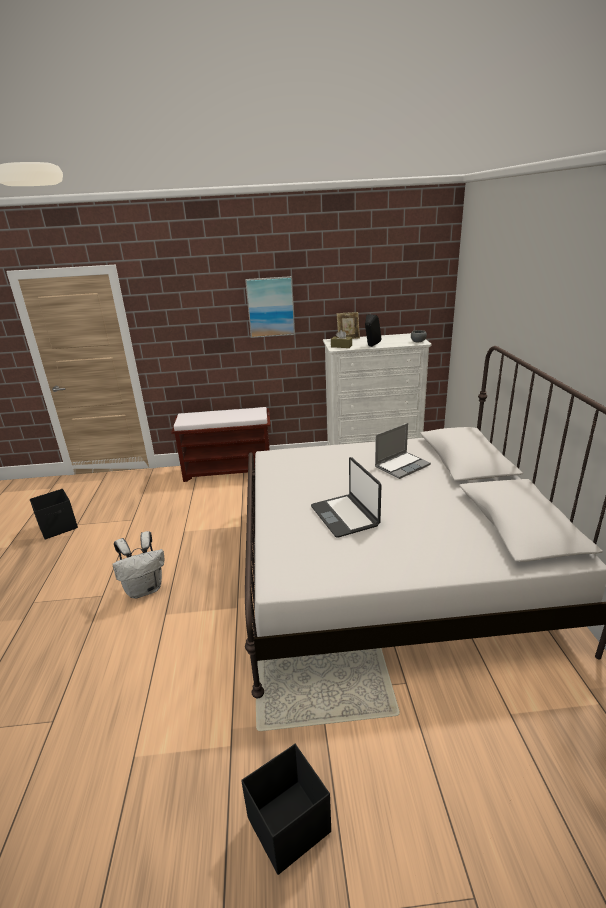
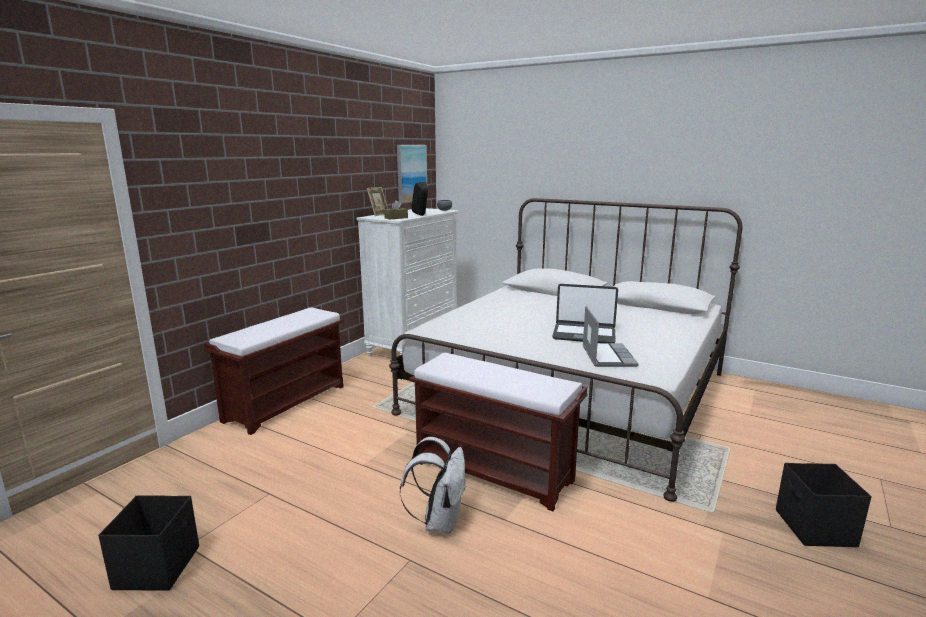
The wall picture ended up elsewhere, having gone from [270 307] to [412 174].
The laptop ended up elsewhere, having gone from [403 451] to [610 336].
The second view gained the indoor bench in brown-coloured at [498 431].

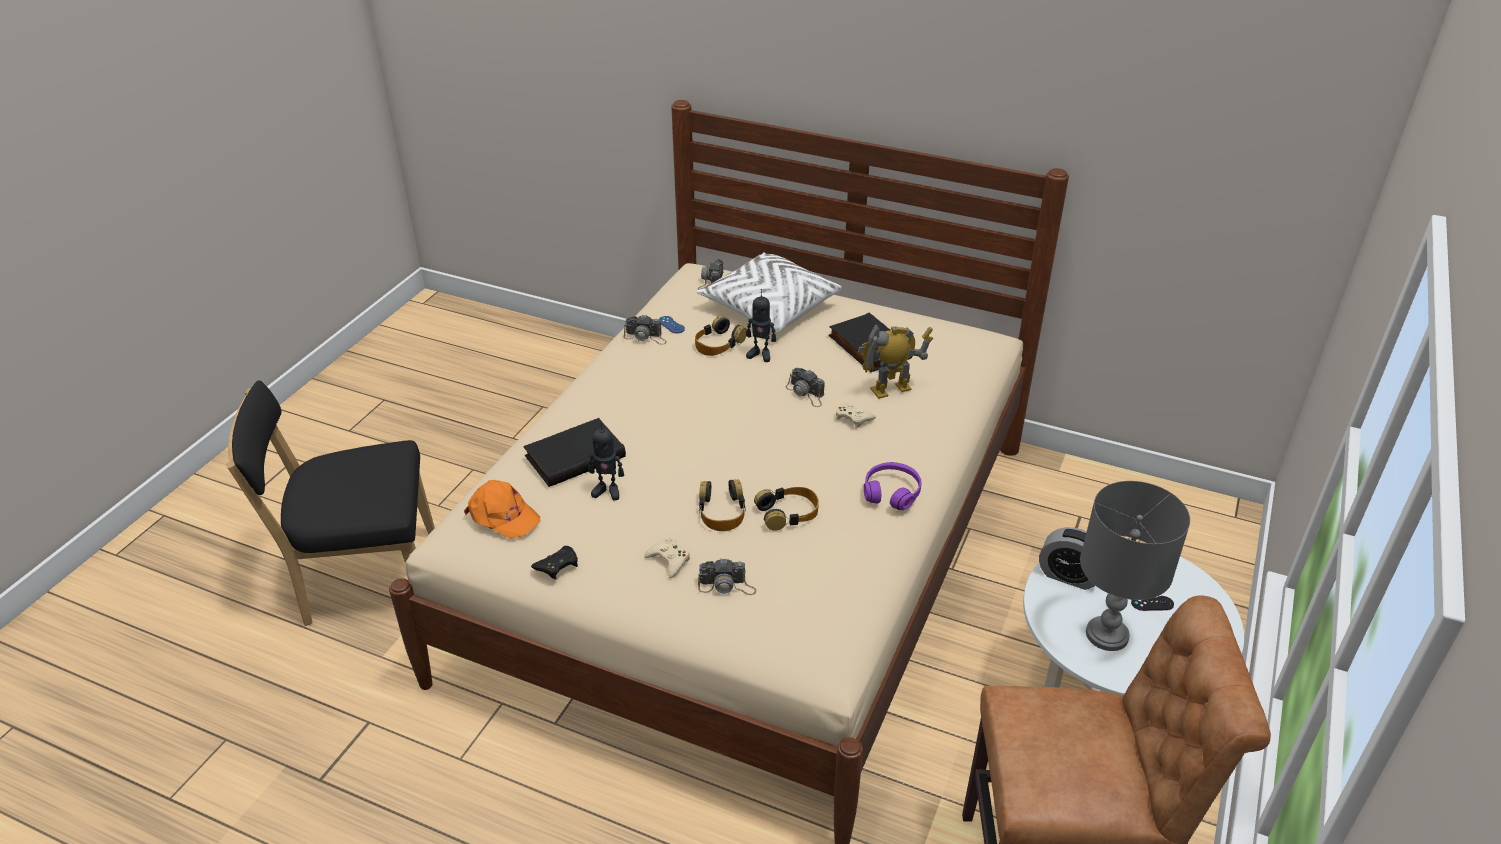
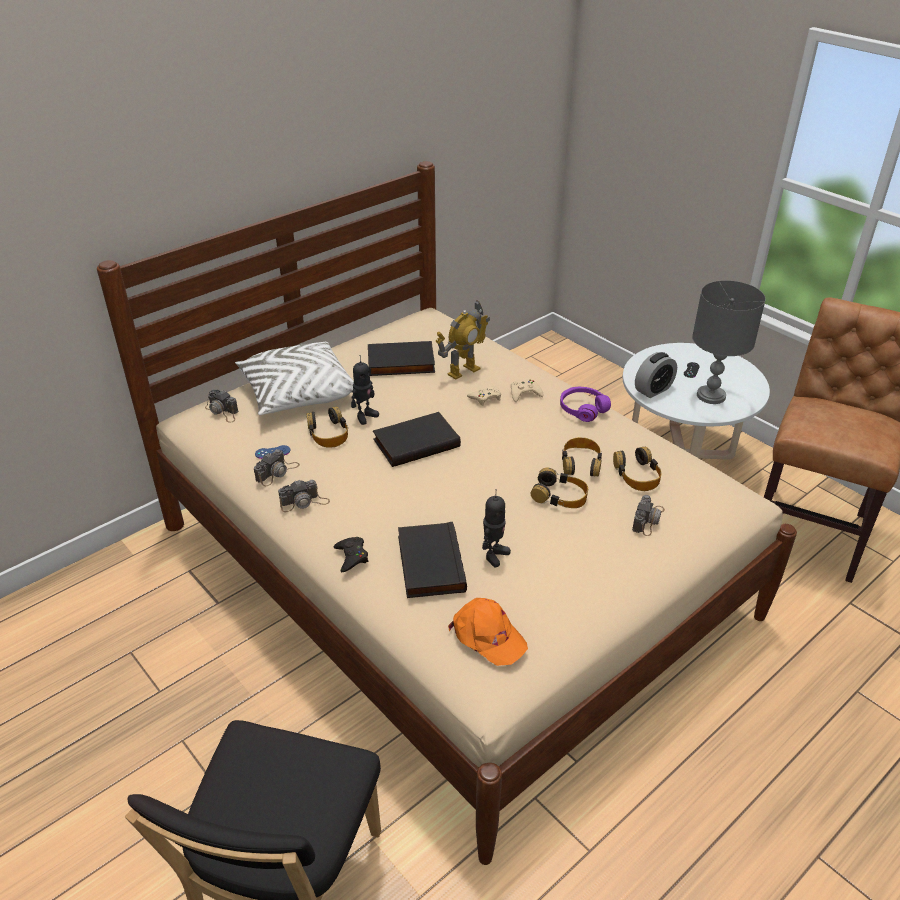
The peaked cap in orange at [502 509] ended up facing another way, 75 degrees clockwise from before.
The joypad in black-coloured ended up elsewhere, having gone from [554 563] to [351 554].
The joypad in sand-coloured ended up elsewhere, having gone from [667 558] to [527 390].
The still camera ended up elsewhere, having gone from [805 387] to [304 496].
The model robot at [895 361] ended up facing another way, 135 degrees counterclockwise from before.
The second view gained the bound book in black-coloured at [417 439].
The second view gained the headphones at [637 469].

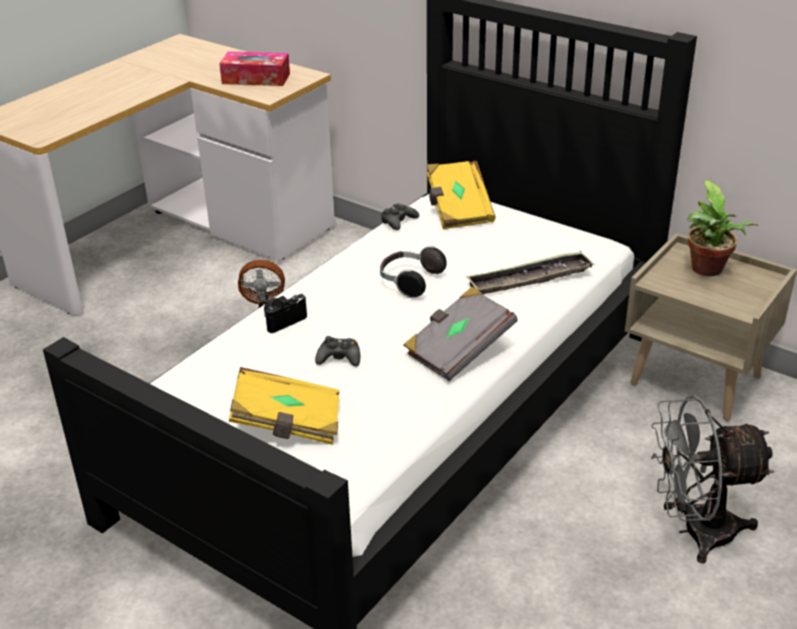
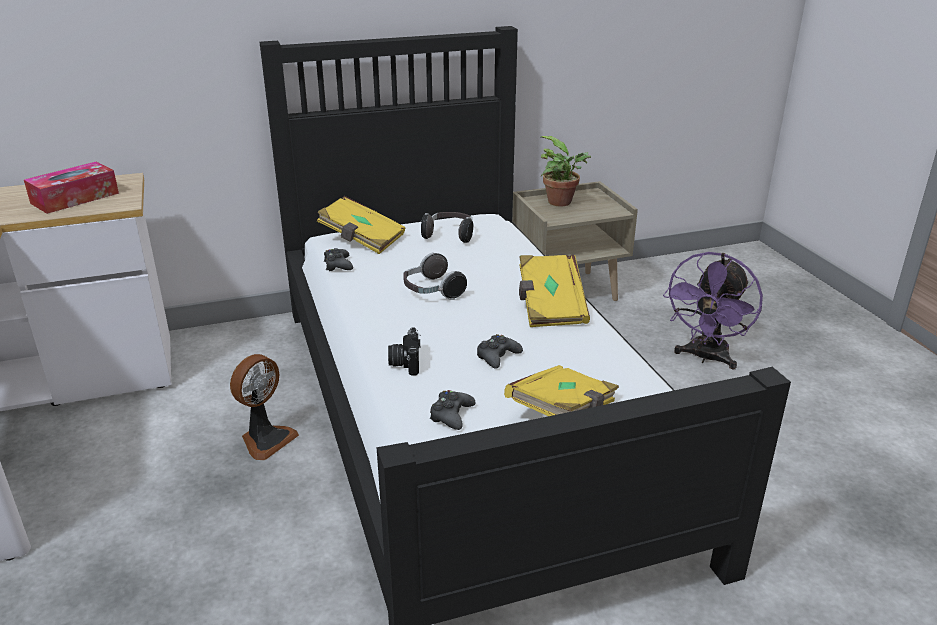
What was the bound book in greyish at [460 334] turned into the bound book in yellow at [554 291].
The second view lost the tray at [530 273].
What was the electric fan in greyish at [712 479] turned into the electric fan in purple at [713 311].
The second view gained the headphones at [447 227].
The second view gained the joypad in black-coloured at [452 410].

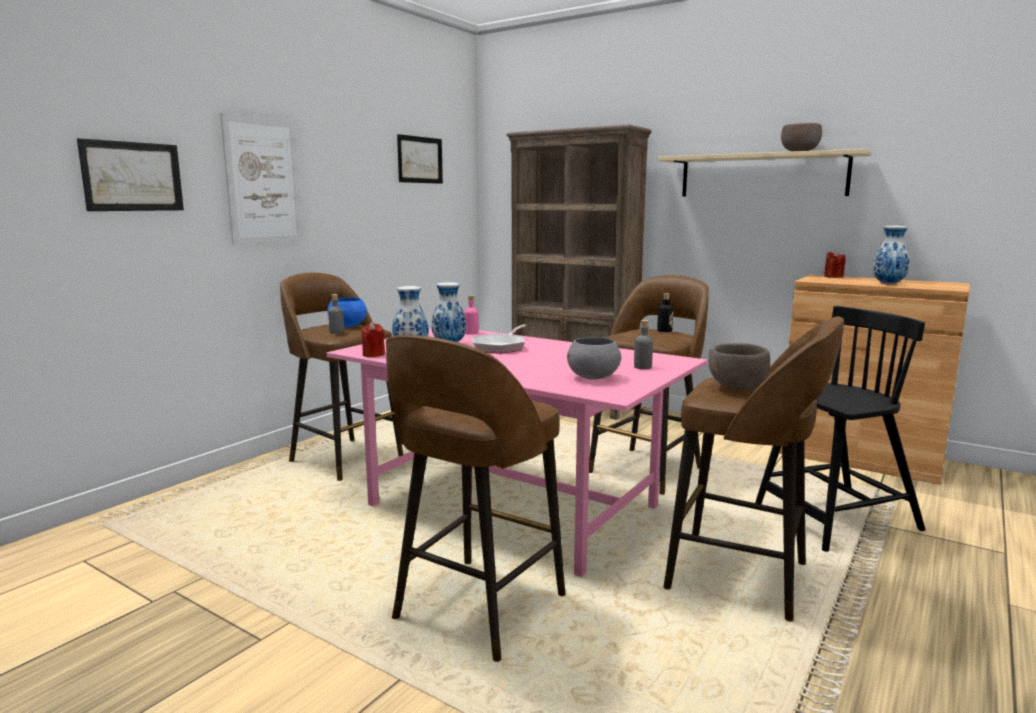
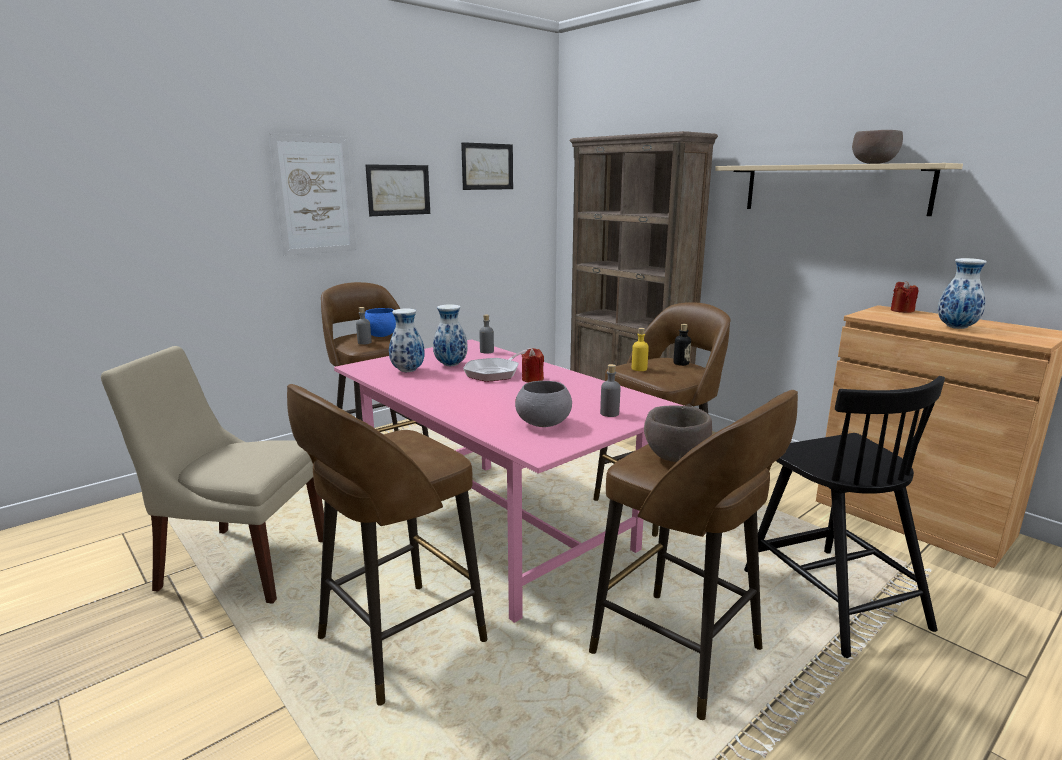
The wall picture ended up elsewhere, having gone from [130 174] to [397 190].
The wax candle in red ended up elsewhere, having gone from [373 339] to [532 365].
What was the beverage bottle in pink at [471 315] turned into the beverage bottle in greyish at [487 334].
The upright chair in black-coloured at [840 429] ended up facing another way, 75 degrees clockwise from before.
The second view gained the upright chair in sand-coloured at [212 475].
The second view gained the beverage bottle in yellow at [640 349].

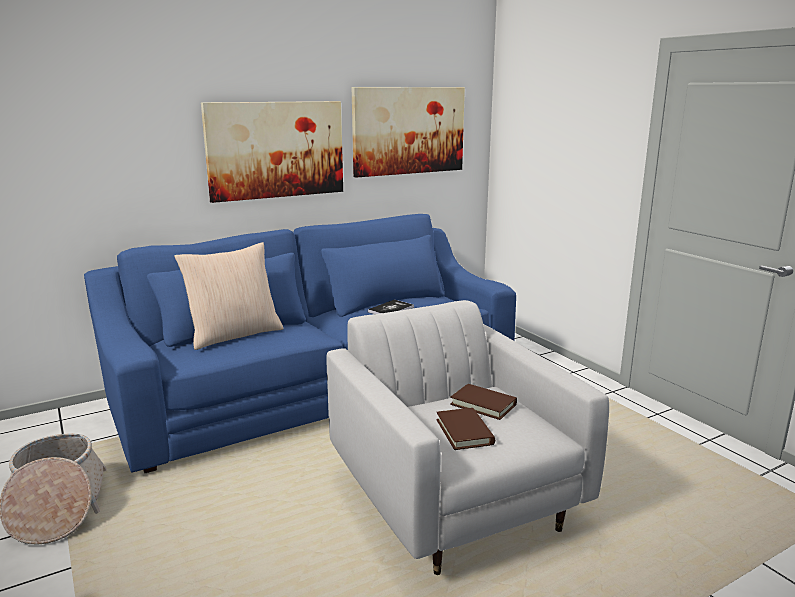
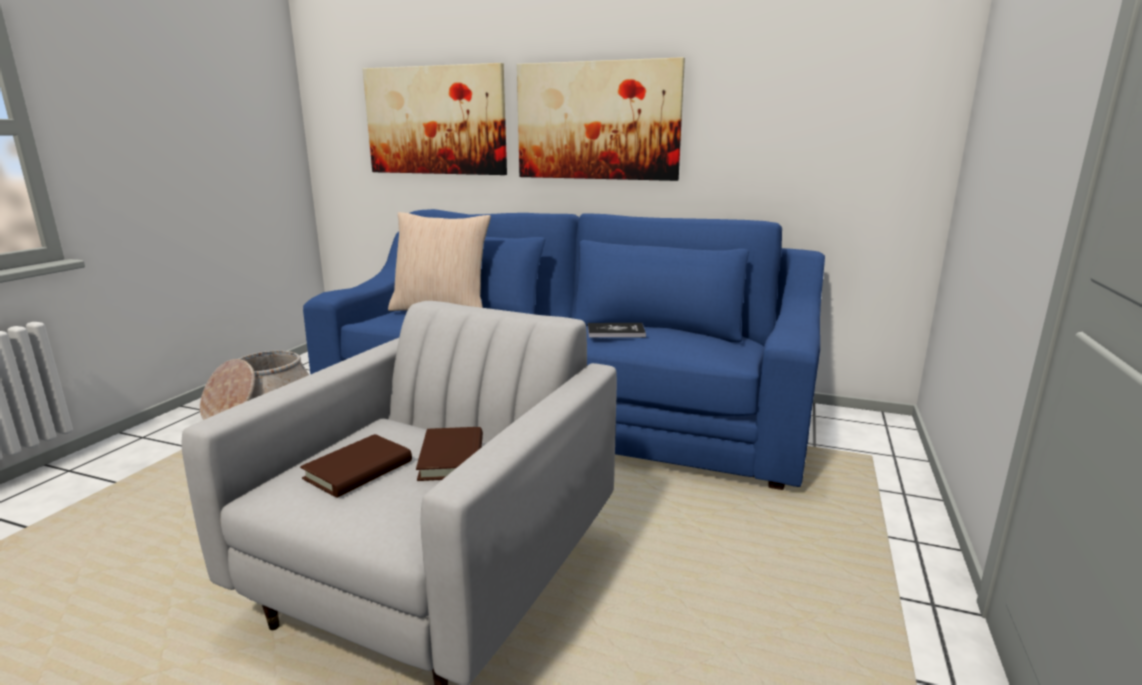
The wall picture ended up elsewhere, having gone from [408 132] to [435 119].

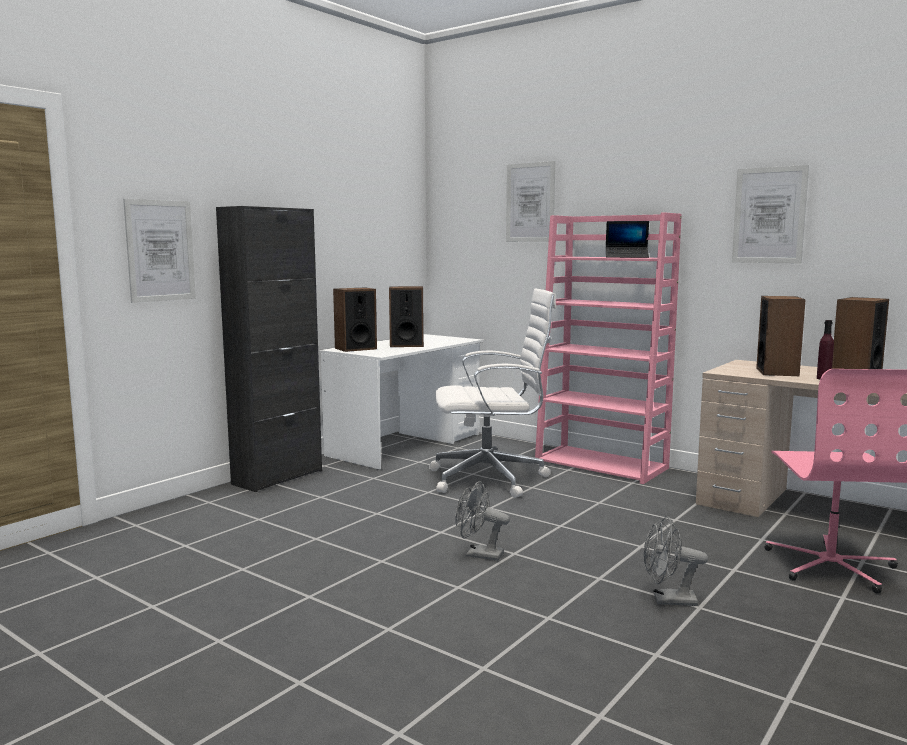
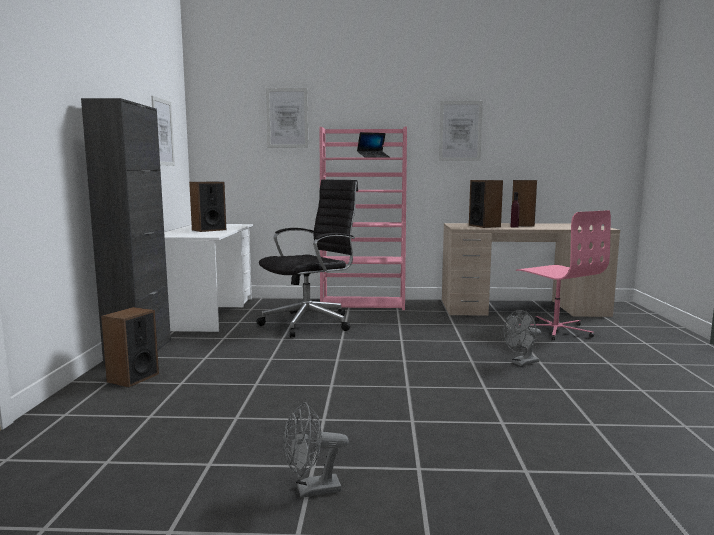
The wall picture ended up elsewhere, having gone from [159 251] to [163 131].
The audio speaker ended up elsewhere, having gone from [355 320] to [130 347].
What was the desk chair in white-coloured at [492 393] turned into the desk chair in black-coloured at [307 258].
The electric fan in greyish ended up elsewhere, having gone from [482 521] to [316 450].

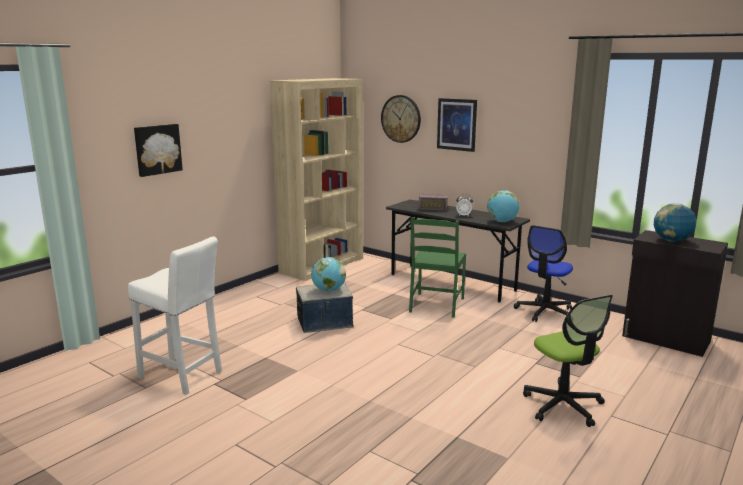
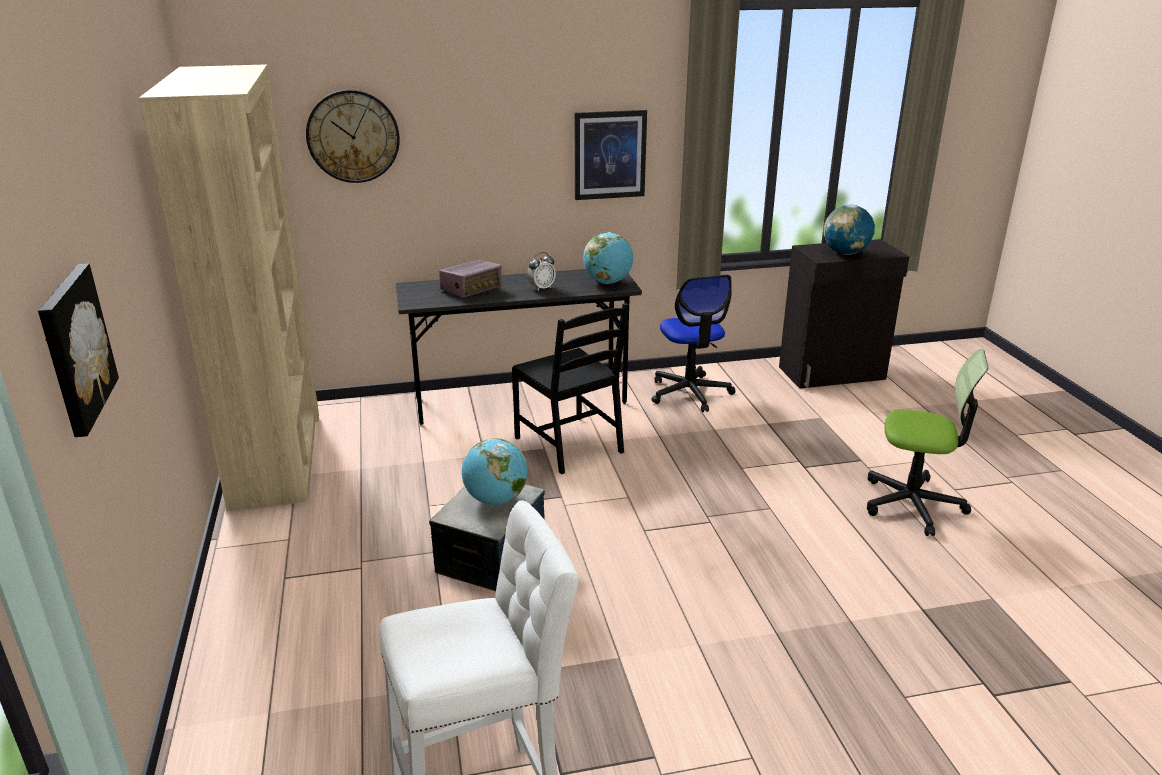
What was the upright chair in green-coloured at [437 267] turned into the upright chair in black-coloured at [570 388].
The wall picture ended up elsewhere, having gone from [457 125] to [611 155].

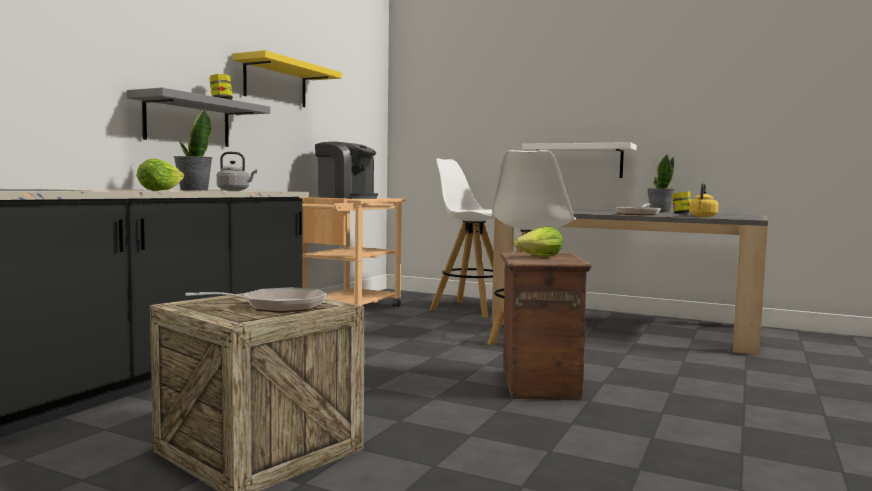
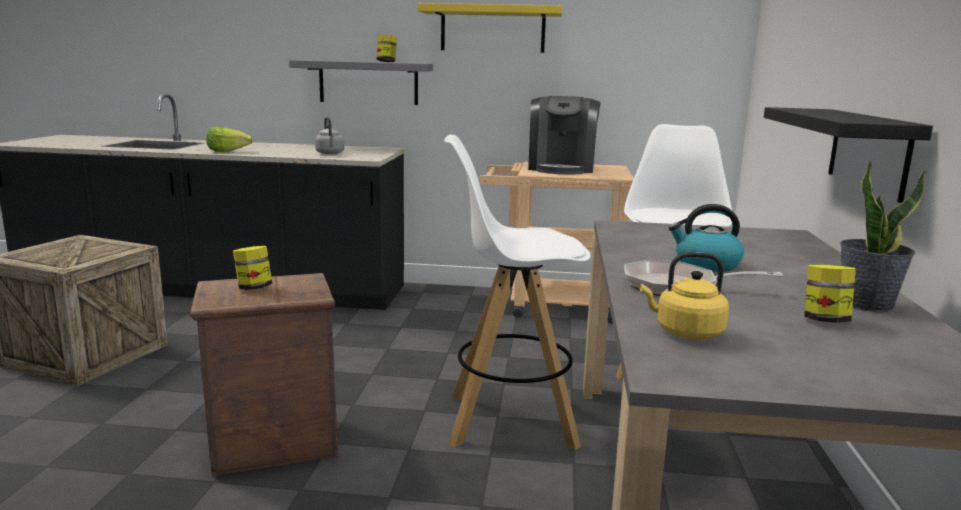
The second view lost the houseplant at [193 149].
The second view lost the pan at [256 300].
Where the lettuce head stood at [538 242], the storage jar came to stand at [252 268].
What was the bracket shelf in white-coloured at [579 160] turned into the bracket shelf in black-coloured at [848 155].
The second view gained the kettle at [706 238].

